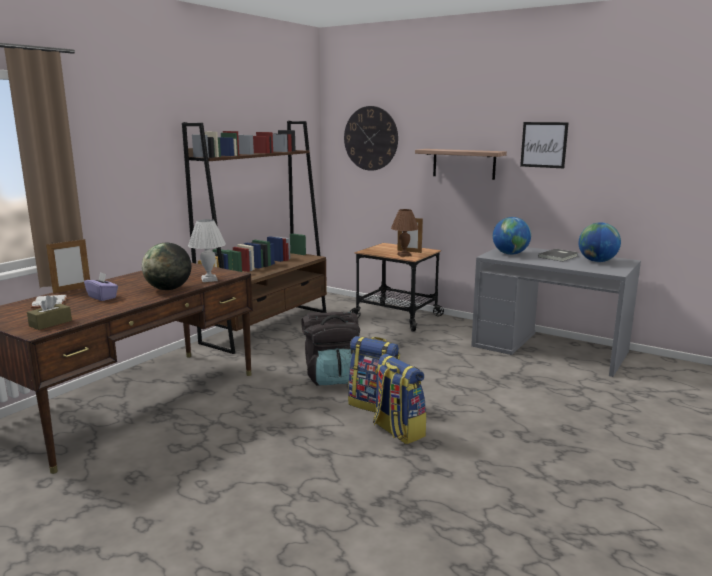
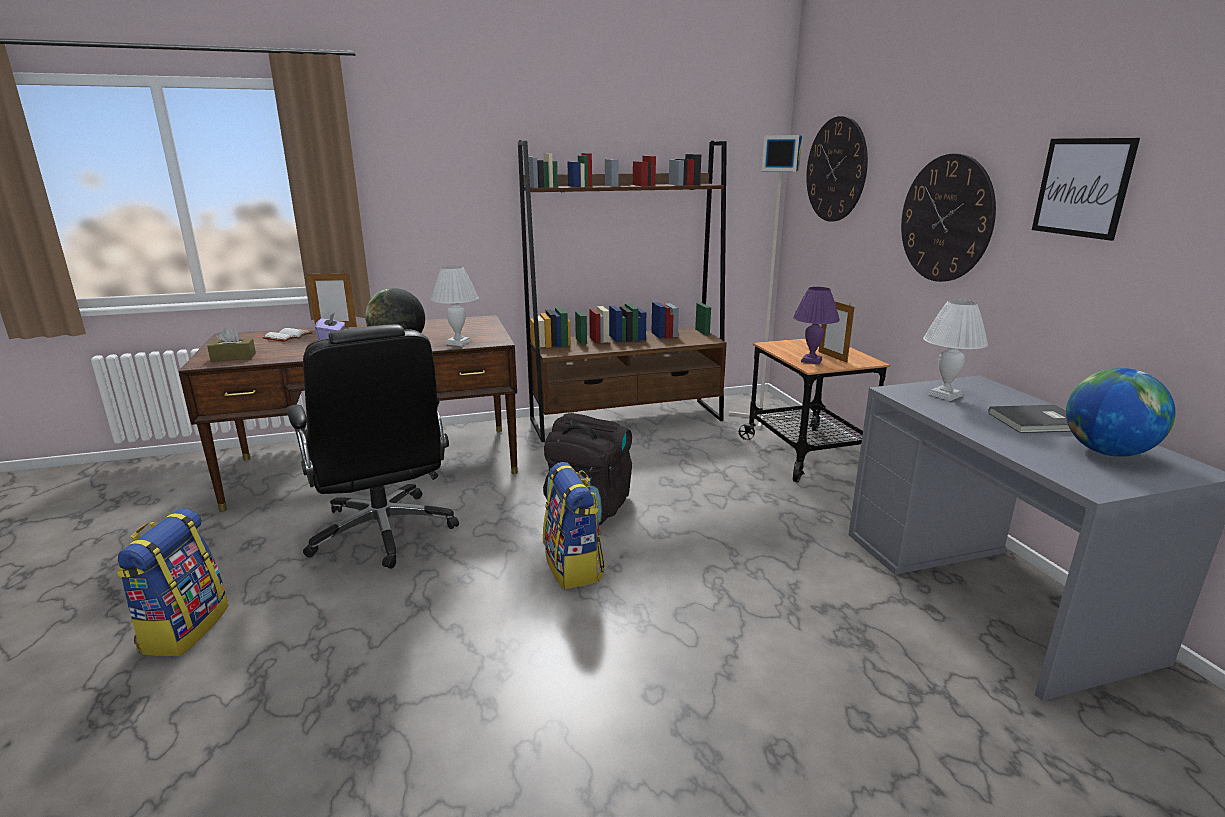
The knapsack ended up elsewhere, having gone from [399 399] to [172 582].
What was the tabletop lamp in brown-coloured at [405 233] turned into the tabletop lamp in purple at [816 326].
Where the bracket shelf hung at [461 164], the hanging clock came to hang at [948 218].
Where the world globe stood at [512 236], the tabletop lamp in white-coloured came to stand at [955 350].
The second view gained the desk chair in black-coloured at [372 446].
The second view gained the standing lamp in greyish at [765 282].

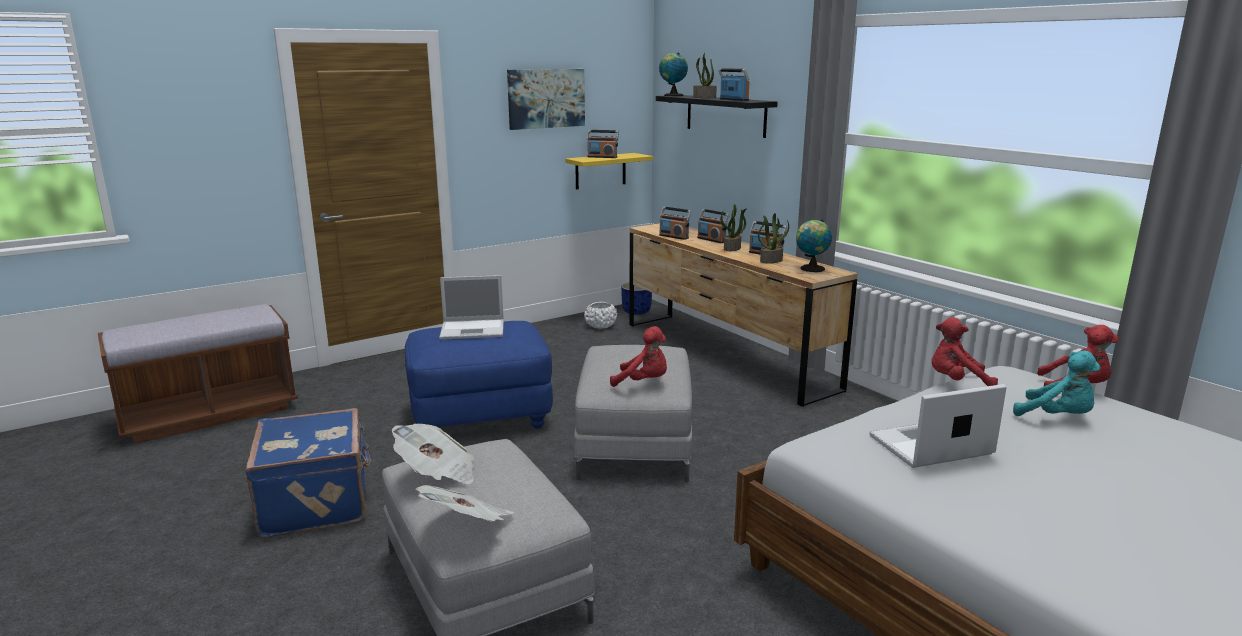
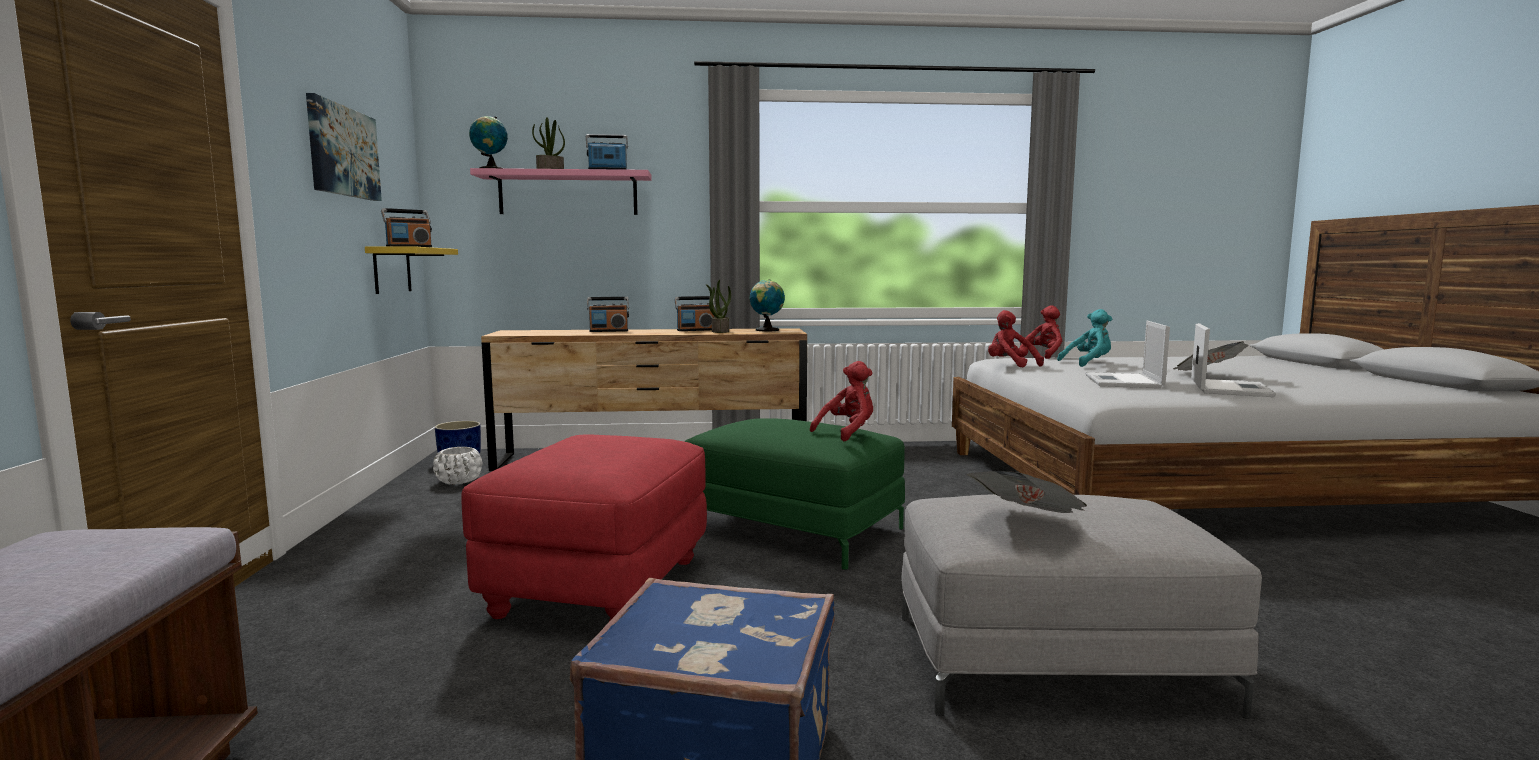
What was the pouffe in blue at [479 375] turned into the pouffe in red at [584 528].
The printed paper ended up elsewhere, having gone from [465 503] to [1210 356].
The laptop ended up elsewhere, having gone from [471 307] to [1233 360].
What was the pouffe in greyish at [633 413] turned into the pouffe in green-coloured at [794 494].
What was the bracket shelf in black-coloured at [717 116] turned into the bracket shelf in pink at [561 191].
The second view lost the radio set at [675 223].
The second view lost the houseplant at [733 227].
The cuddly toy in red at [965 351] ended up facing another way, 105 degrees clockwise from before.

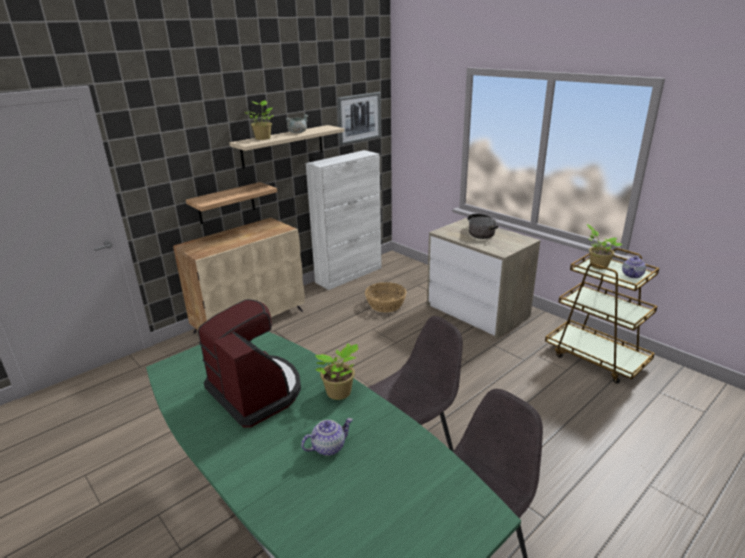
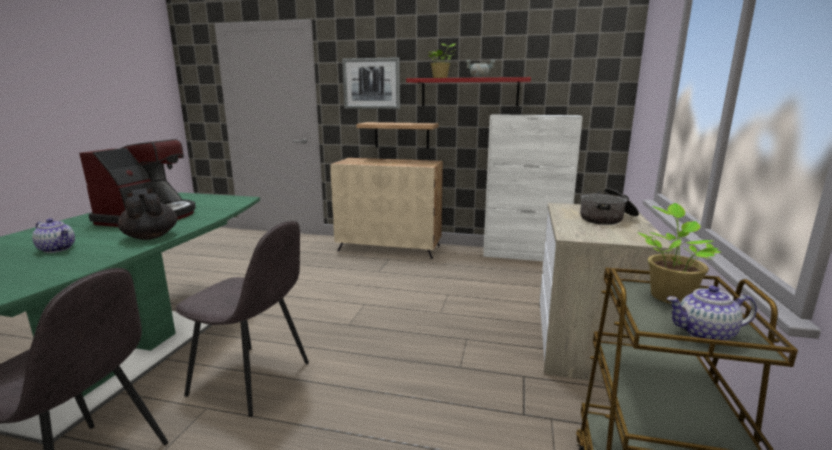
What was the bracket shelf in sand-coloured at [286 146] turned into the bracket shelf in red at [468 92].
Where the houseplant stood at [336 371], the teapot in black-coloured came to stand at [147 214].
The wall picture ended up elsewhere, having gone from [359 119] to [371 83].
The second view lost the household basket at [386 297].

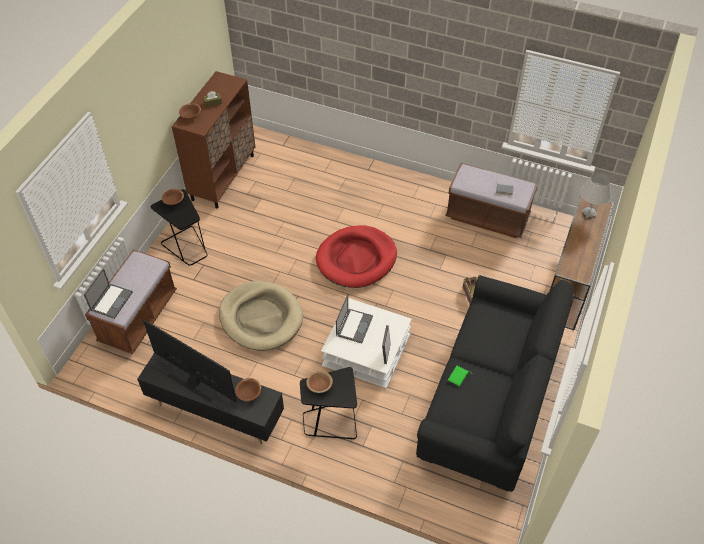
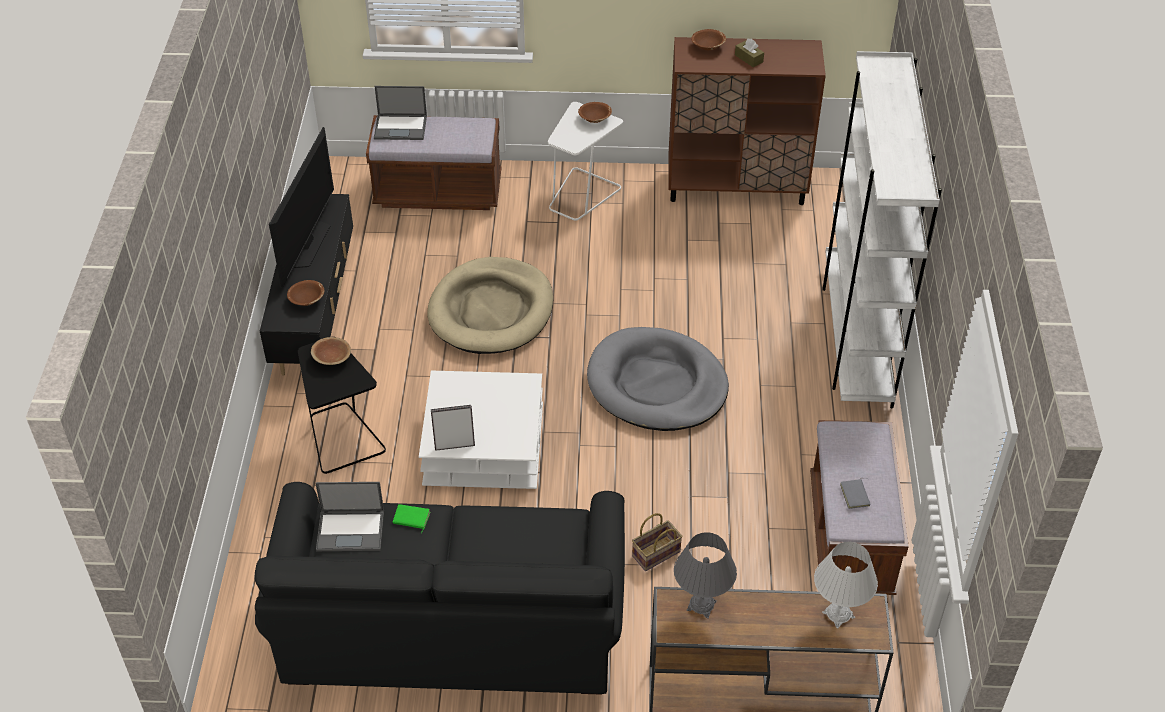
What was the end table in black-coloured at [179 227] turned into the end table in white-coloured at [585 161].
What was the pet bed in red at [356 256] turned into the pet bed in greyish at [658 379].
The laptop ended up elsewhere, having gone from [354 318] to [349 516].
The second view gained the tabletop lamp in greyish at [705 575].
The second view gained the bookshelf in white-coloured at [882 230].

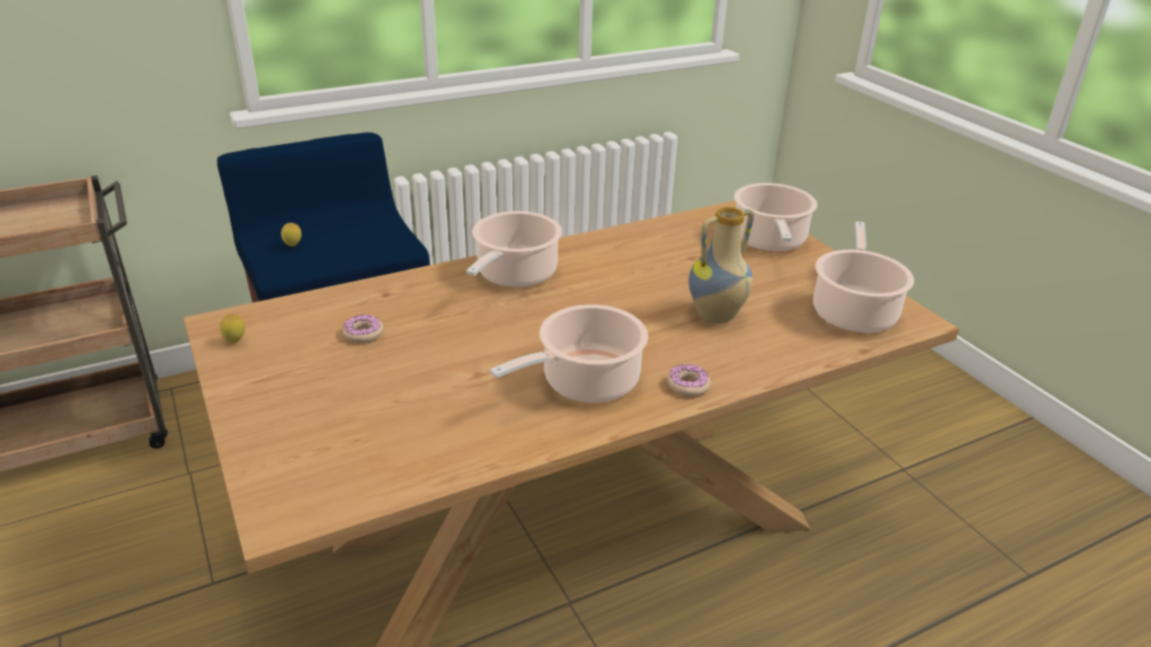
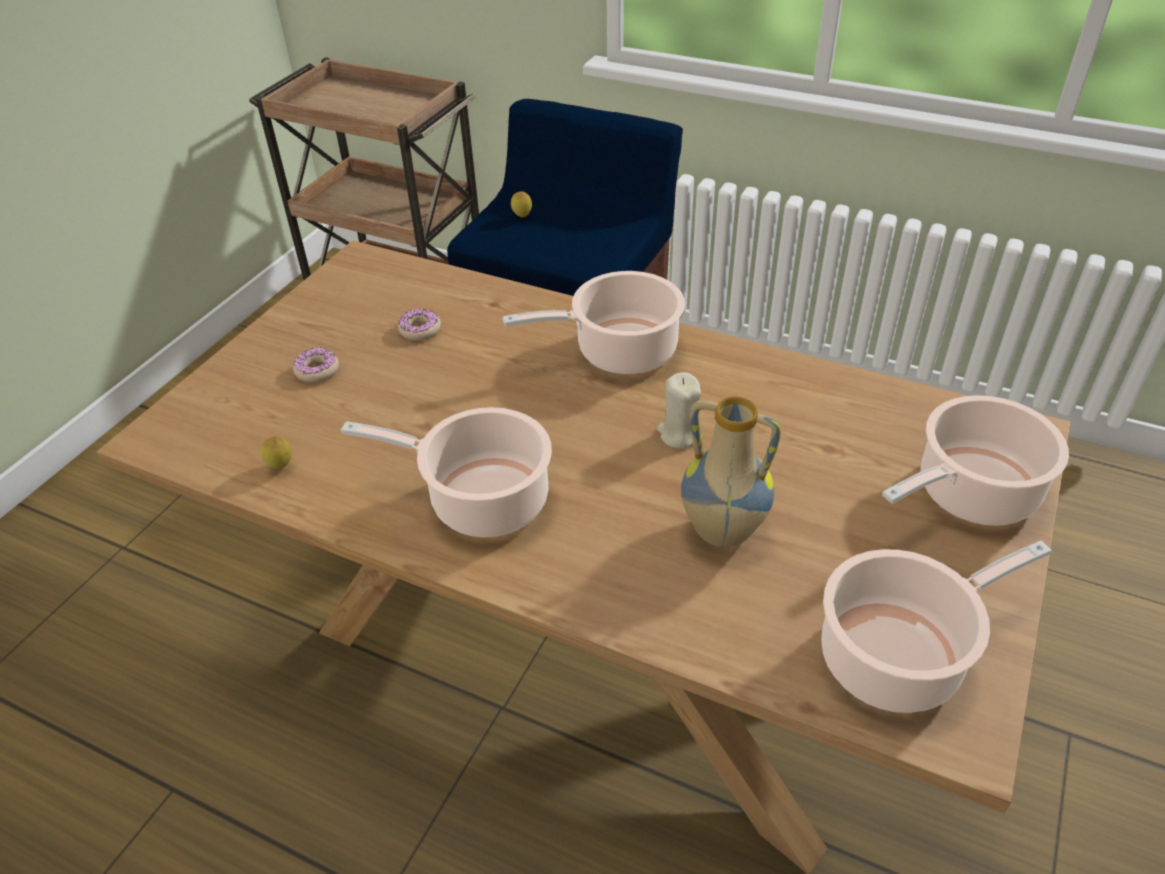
The whole lemon ended up elsewhere, having gone from [232 328] to [276 452].
The donut ended up elsewhere, having gone from [689 380] to [316 365].
The second view gained the wax candle in sand-coloured at [679 410].

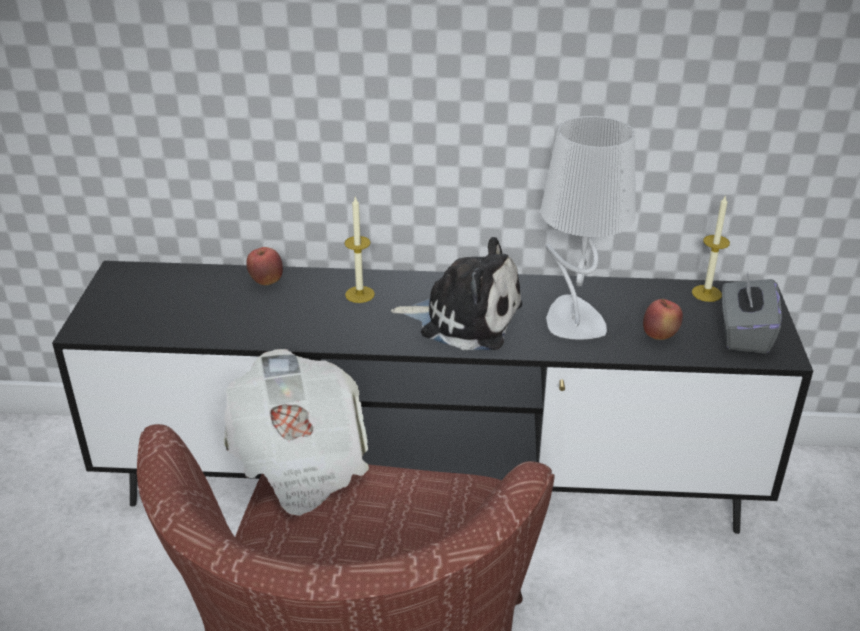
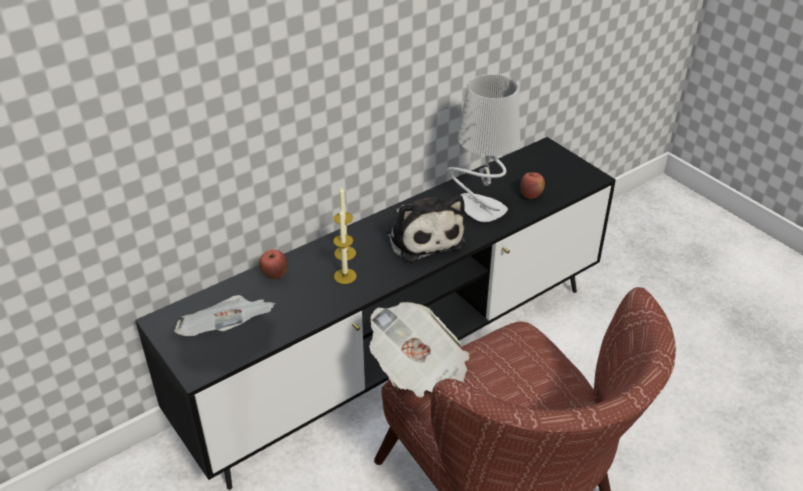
The cuddly toy at [456 293] ended up facing another way, 90 degrees clockwise from before.
The wax candle ended up elsewhere, having gone from [711 248] to [345 246].
The second view lost the box of tissues in greyish at [752 312].
The second view gained the printed paper at [224 315].

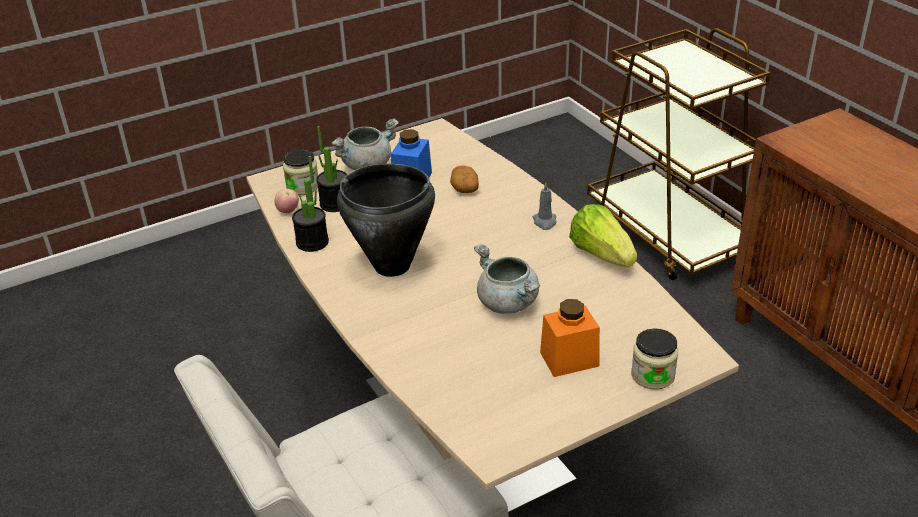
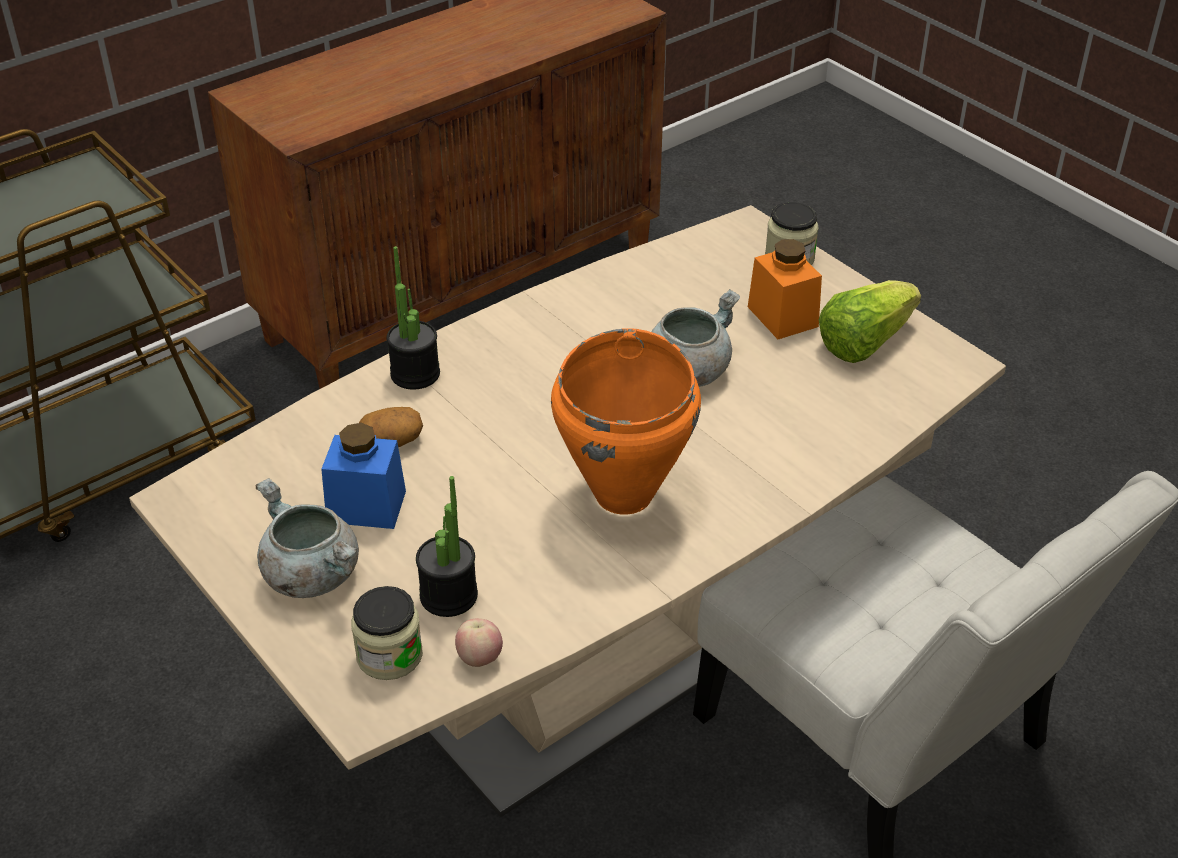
The houseplant ended up elsewhere, having gone from [310 204] to [413 318].
What was the cooking pot in black-coloured at [386 220] turned into the cooking pot in orange at [626 421].
The second view lost the wax candle in greyish at [545 206].
The lettuce head ended up elsewhere, having gone from [603 235] to [870 321].

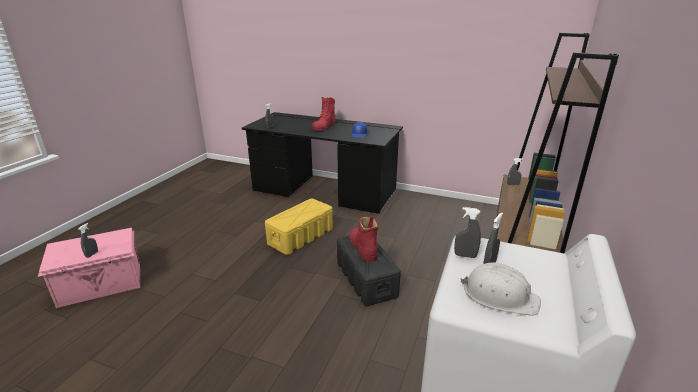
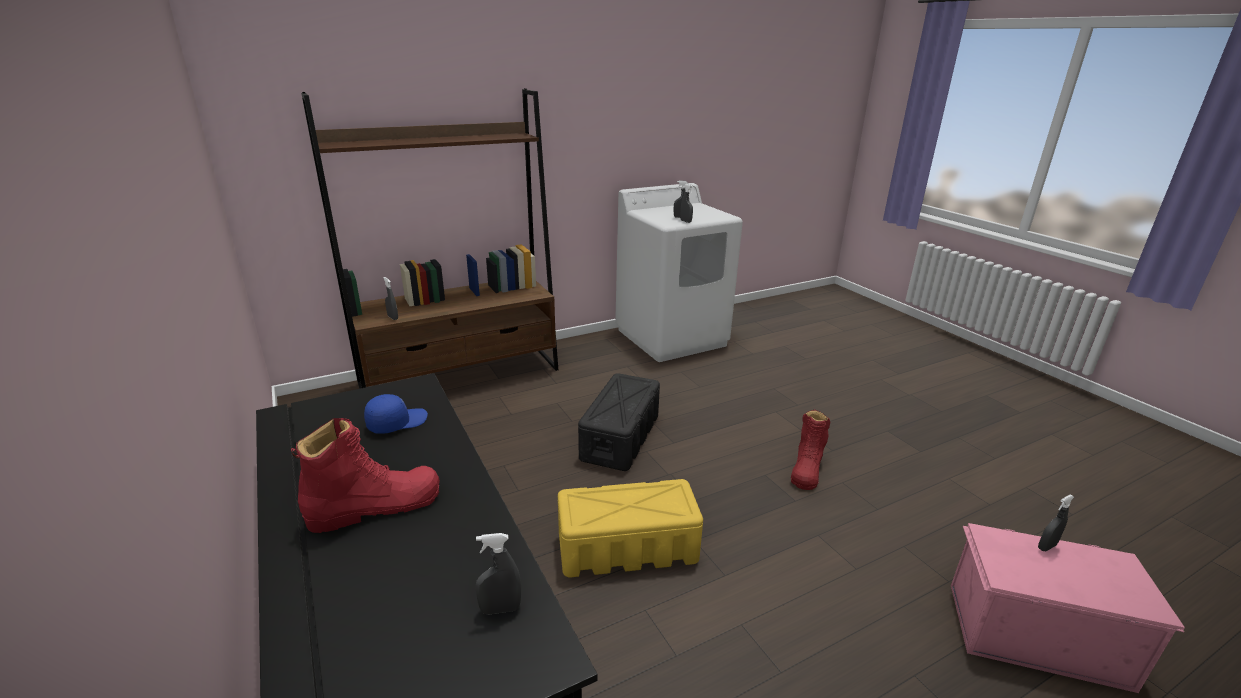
The boot in red ended up elsewhere, having gone from [363 239] to [810 449].
The second view lost the safety helmet in white-coloured at [501 289].

